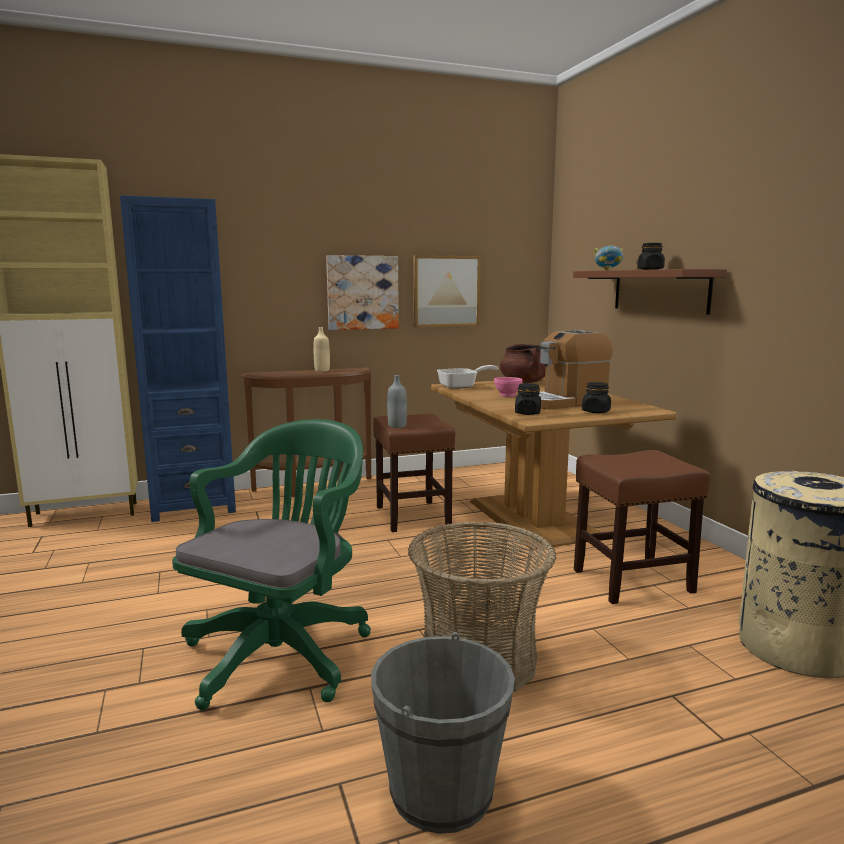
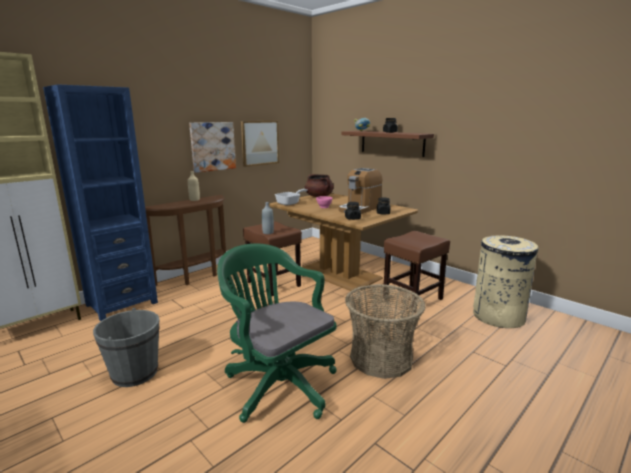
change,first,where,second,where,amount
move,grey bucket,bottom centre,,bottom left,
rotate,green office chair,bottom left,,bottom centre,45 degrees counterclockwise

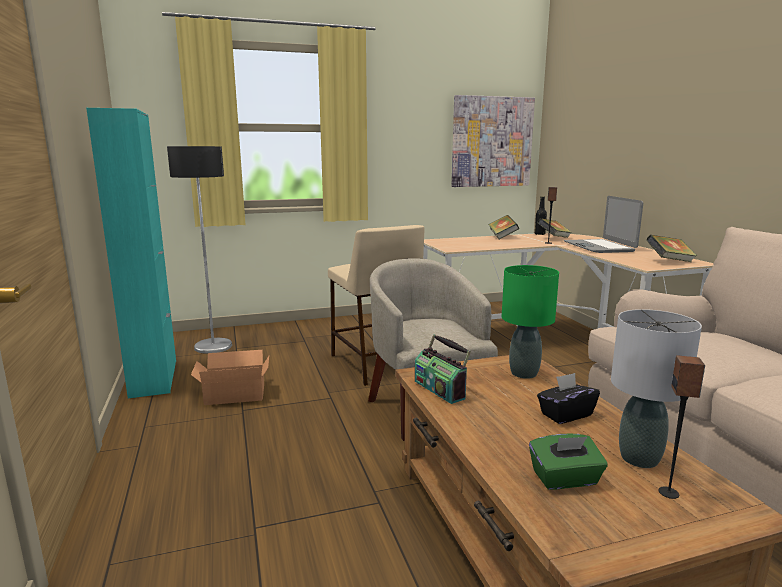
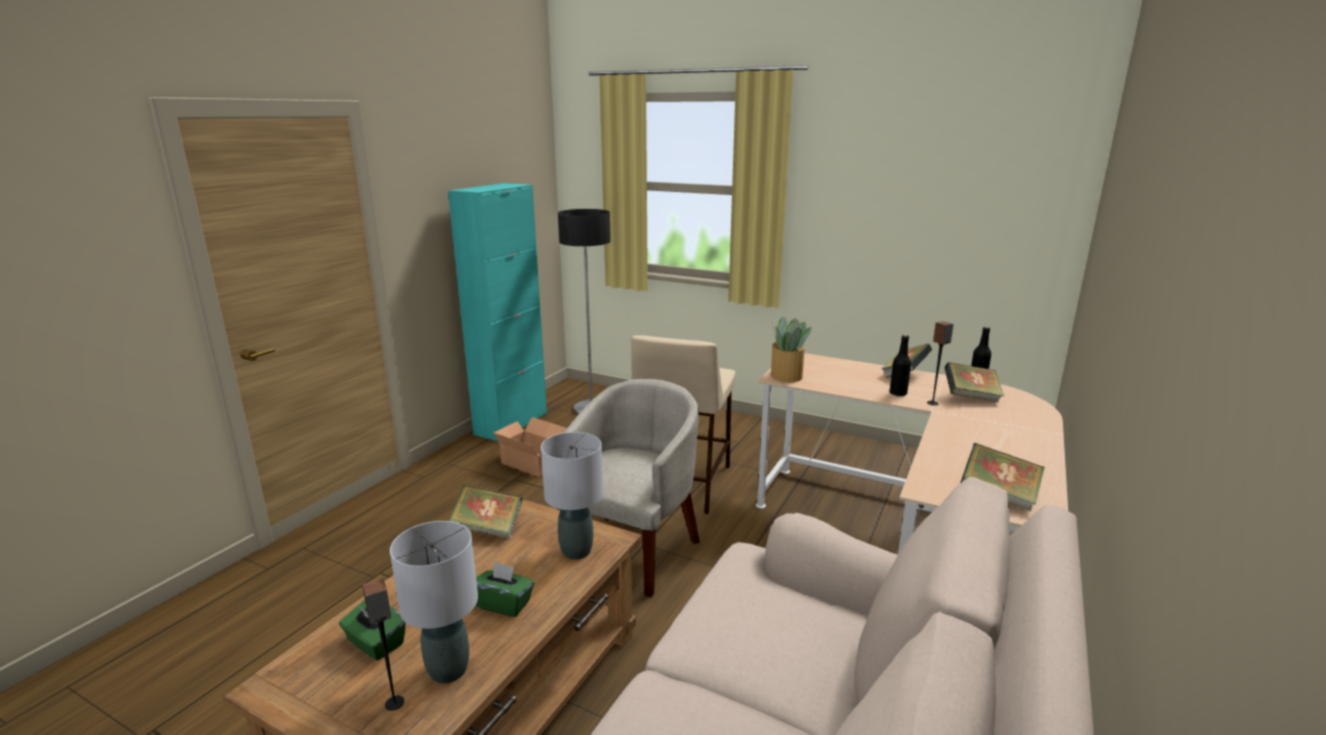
change,first,where,second,where,amount
replace,radio,centre,book (1st from left),bottom centre,
recolor,black tissue box,bottom right,green tissue box (2nd from left),bottom centre,
recolor,green table lamp,middle right,grey table lamp (2nd from left),bottom centre,
insert,,,potted plant,centre,
insert,,,black bottle (1st from left),middle right,
delete,picture,top centre,,,
delete,laptop,middle right,,,

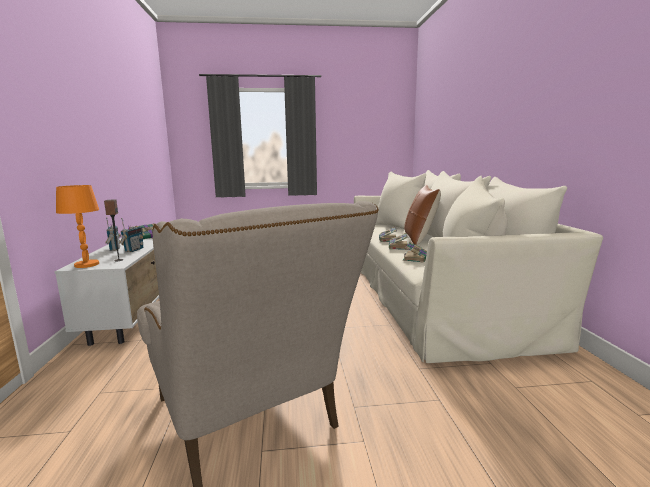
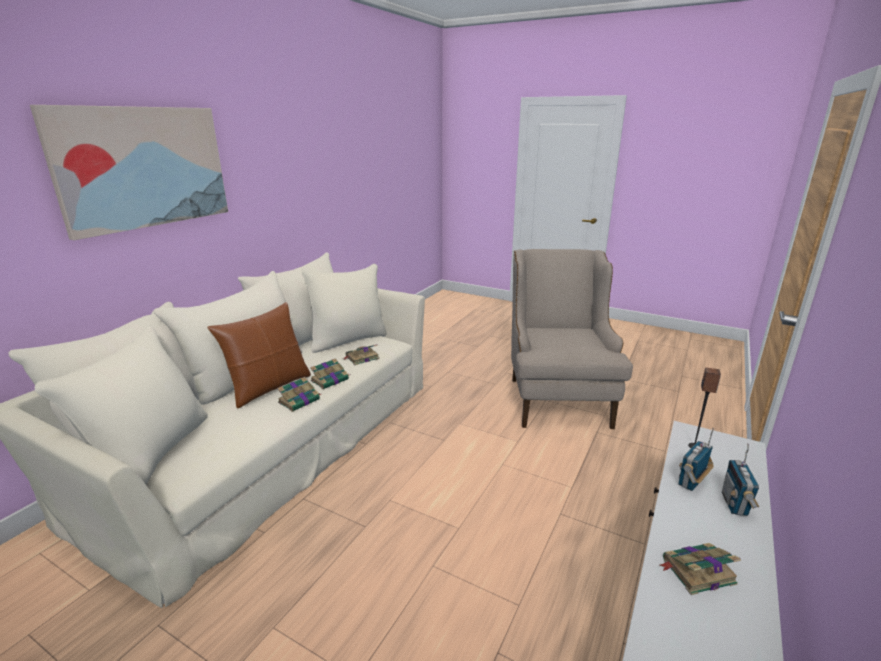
change,first,where,second,where,amount
insert,,,picture,top left,
delete,orange table lamp,middle left,,,

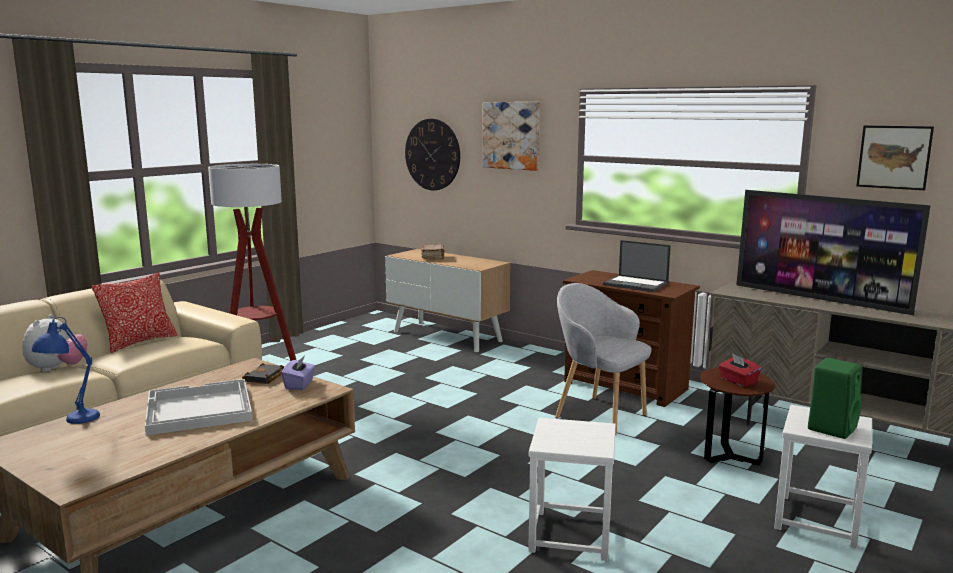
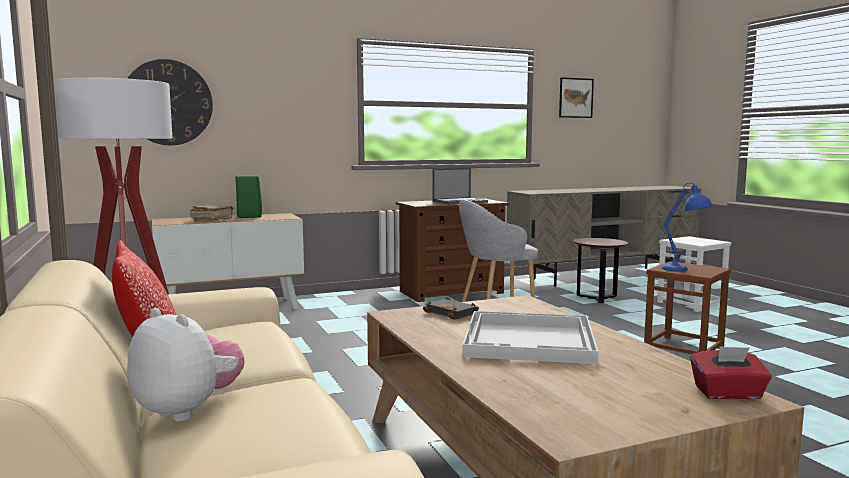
change,first,where,second,where,amount
move,green speaker,bottom right,,middle left,
recolor,white stool (1st from left),bottom centre,brown stool,middle right,
move,blue table lamp,middle left,,middle right,
move,red tissue box,middle right,,bottom right,
delete,purple tissue box,middle left,,,
delete,picture (1st from left),top centre,,,
delete,television,middle right,,,

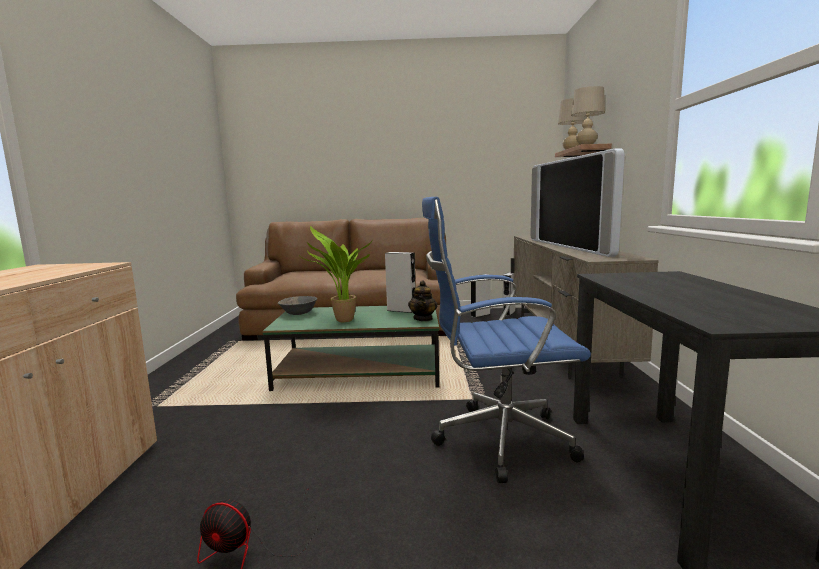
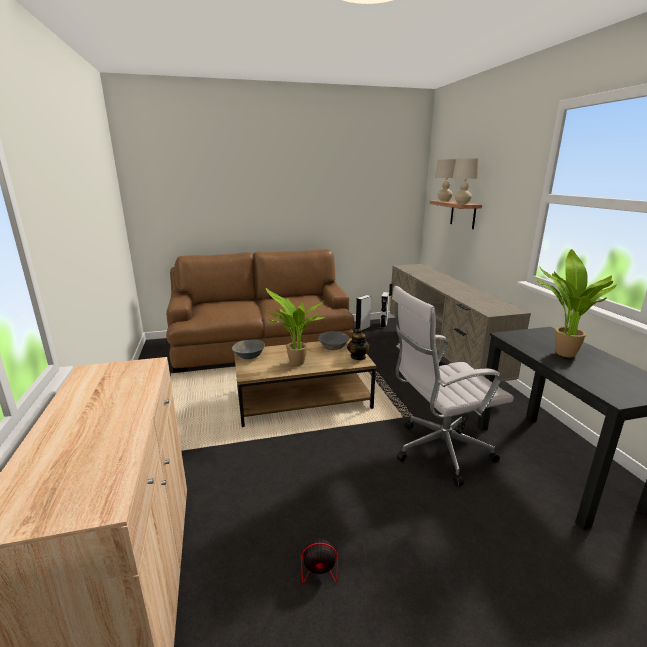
change,first,where,second,where,amount
recolor,green coffee table,centre,brown coffee table,centre,
replace,grey speaker (1st from left),centre,grey bowl (2nd from left),centre,
recolor,blue office chair,centre,white office chair,middle right,
insert,,,potted plant (2nd from left),middle right,
delete,television,middle right,,,

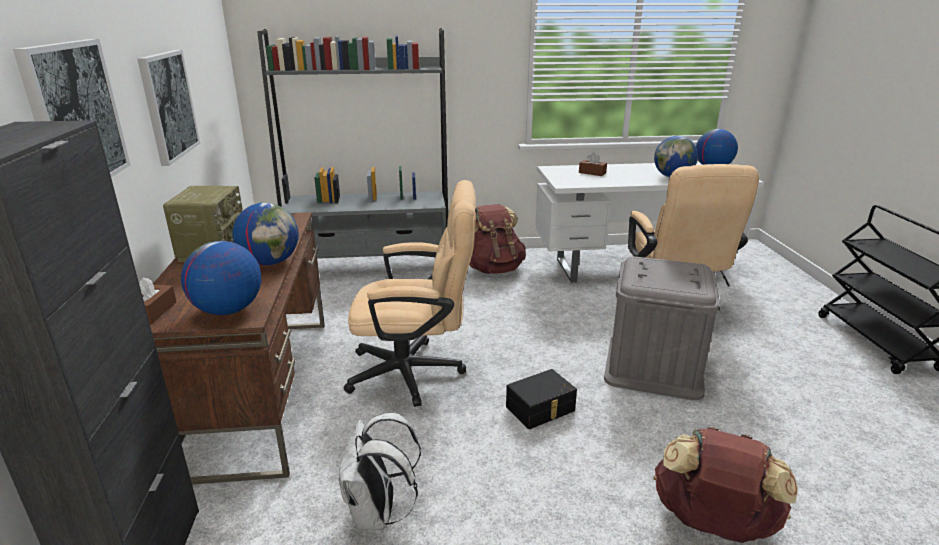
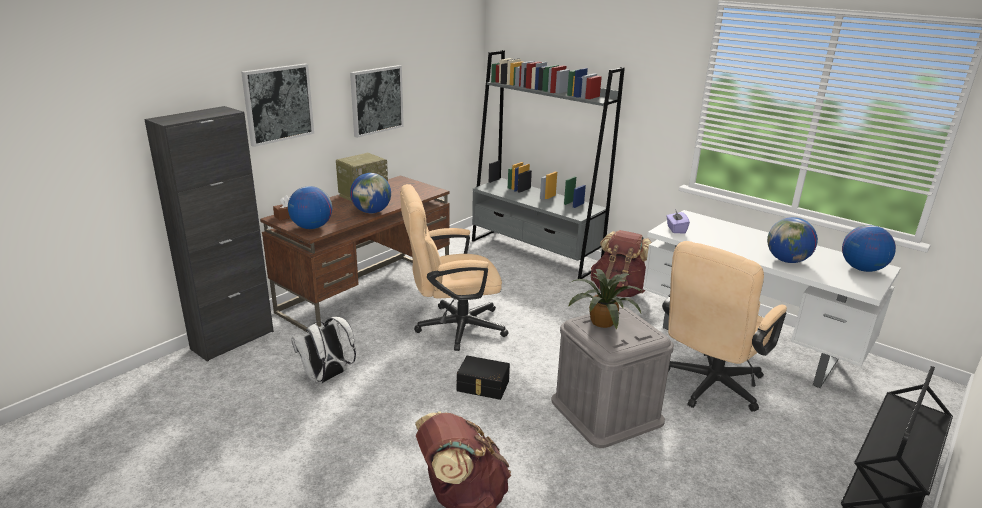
change,first,where,second,where,amount
rotate,beige office chair (1st from left),centre,,centre,120 degrees clockwise
insert,,,potted plant,centre,
insert,,,purple tissue box,middle right,
delete,brown tissue box (2nd from left),top centre,,,

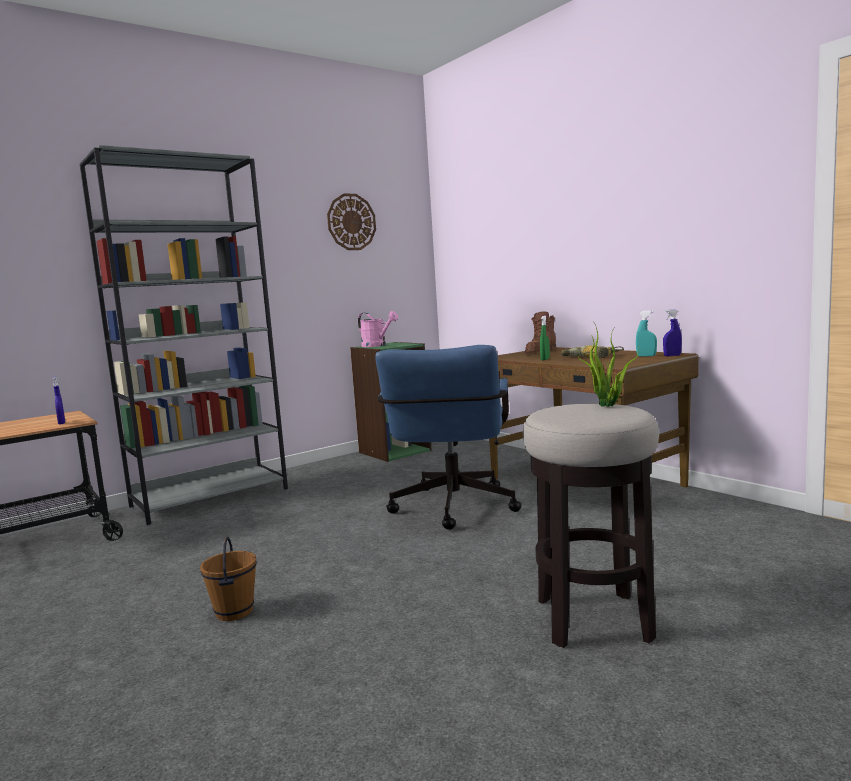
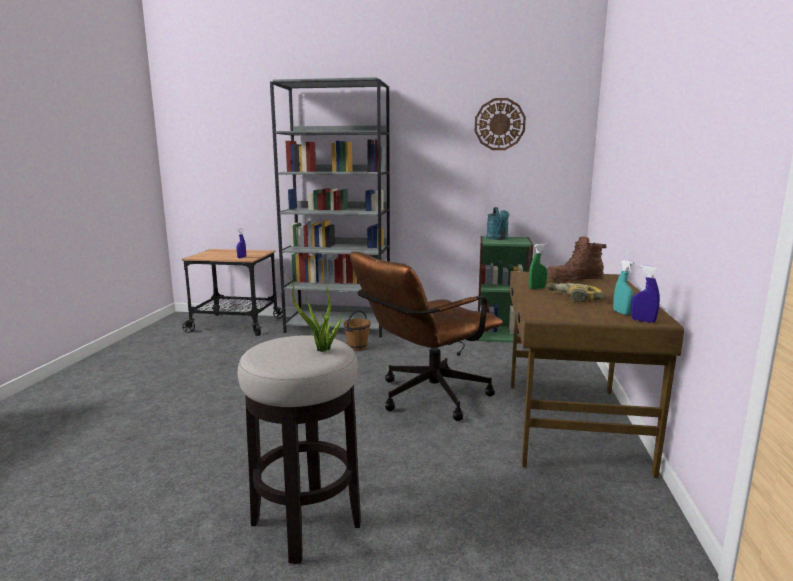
change,first,where,second,where,amount
move,brown bucket,bottom left,,centre,
recolor,blue office chair,centre,brown office chair,centre,
recolor,pink watering can,centre,turquoise watering can,centre,

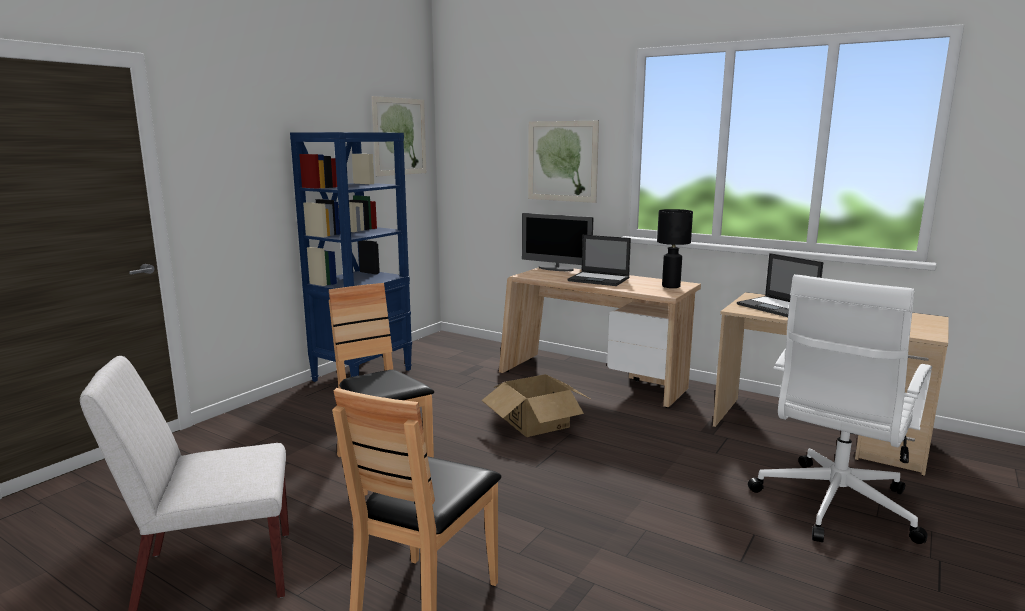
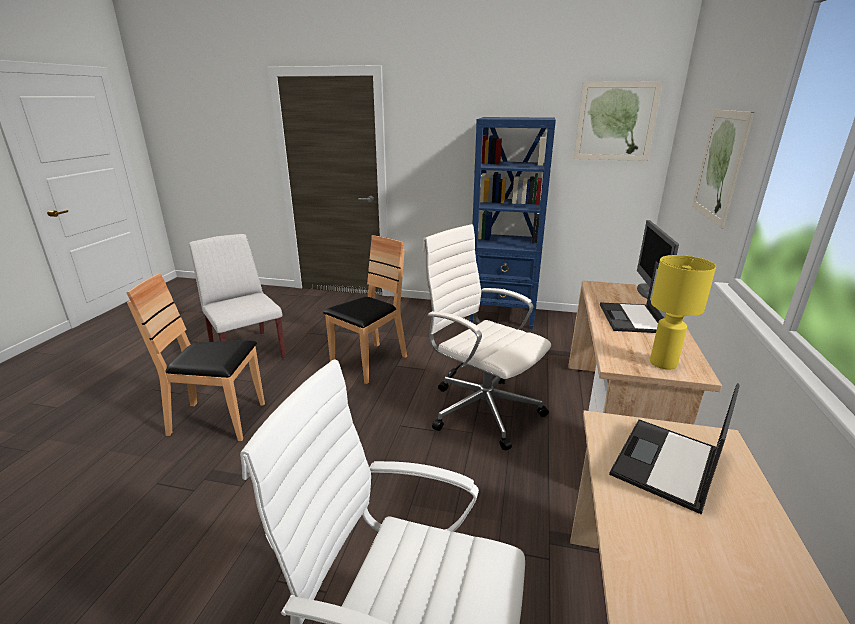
change,first,where,second,where,amount
replace,cardboard box,centre,white office chair (2nd from left),centre,
recolor,black table lamp,centre,yellow table lamp,middle right,

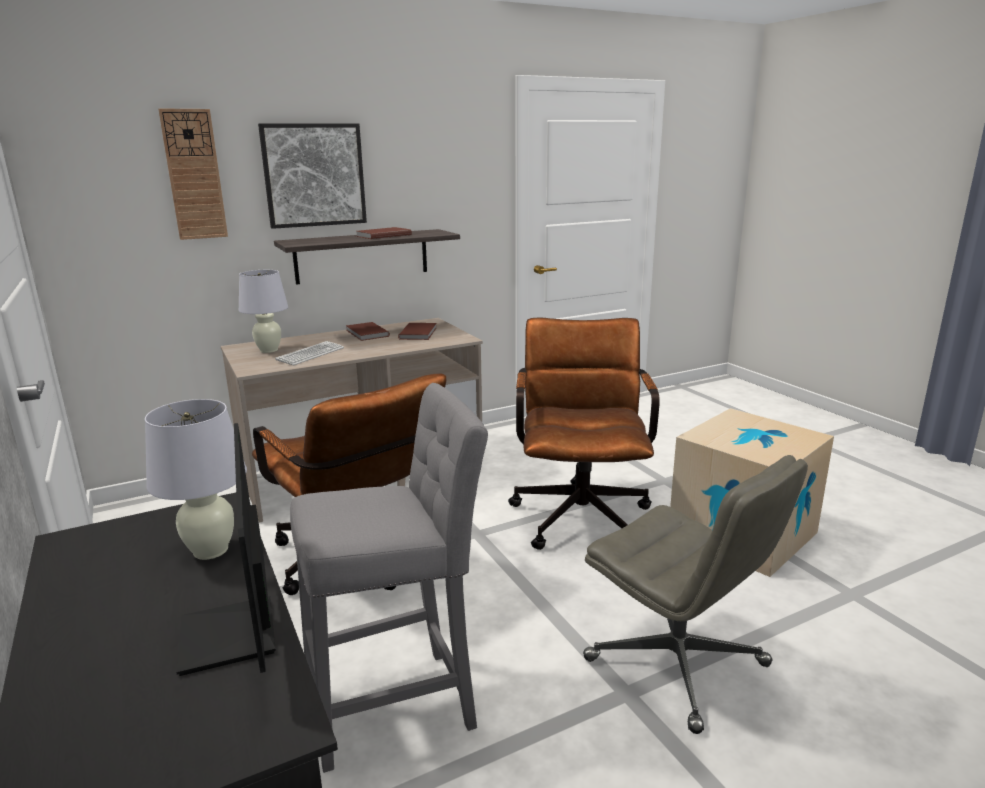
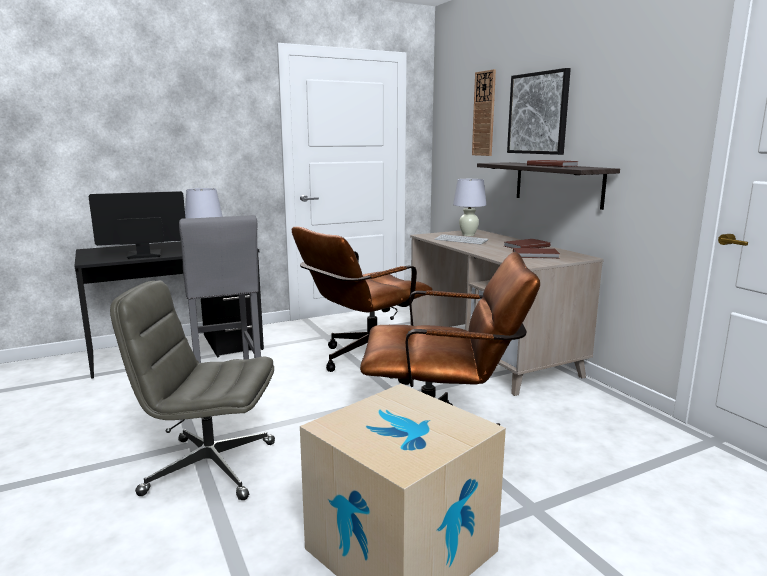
change,first,where,second,where,amount
rotate,grey office chair,bottom right,,bottom left,45 degrees clockwise

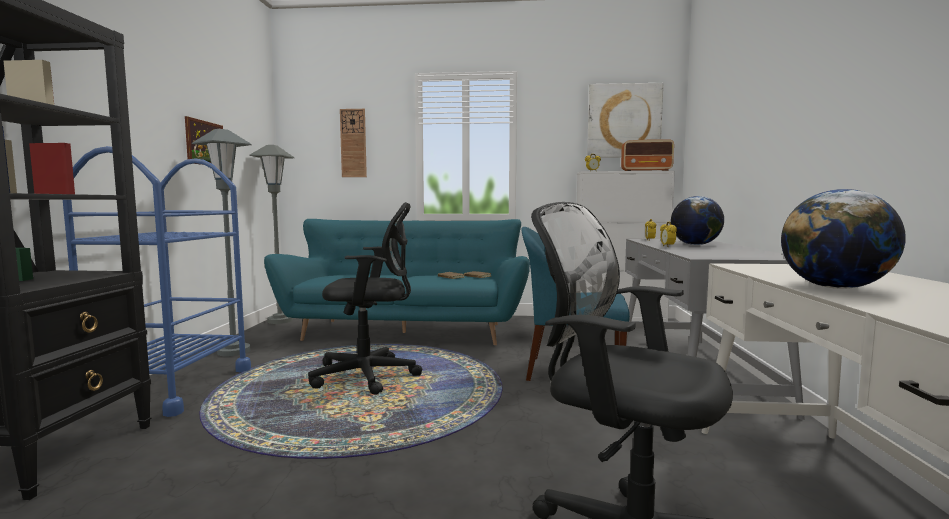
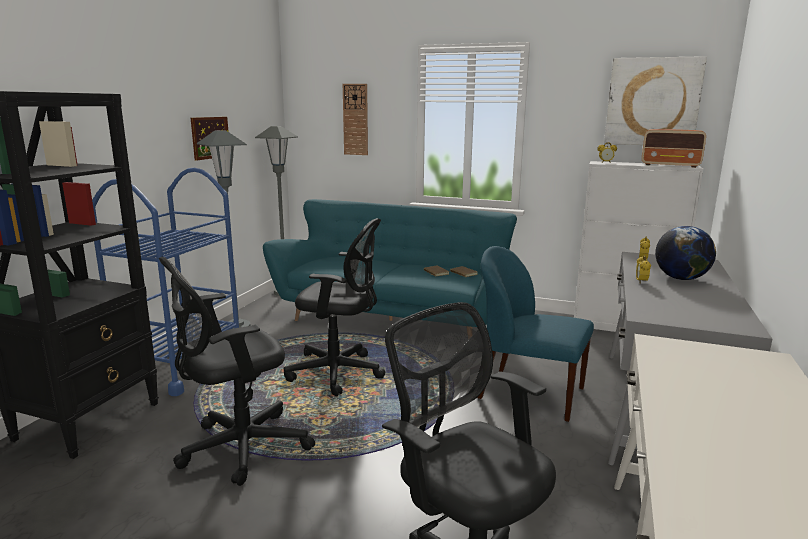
change,first,where,second,where,amount
insert,,,black office chair (1st from left),bottom left,
delete,globe (2nd from left),middle right,,,

